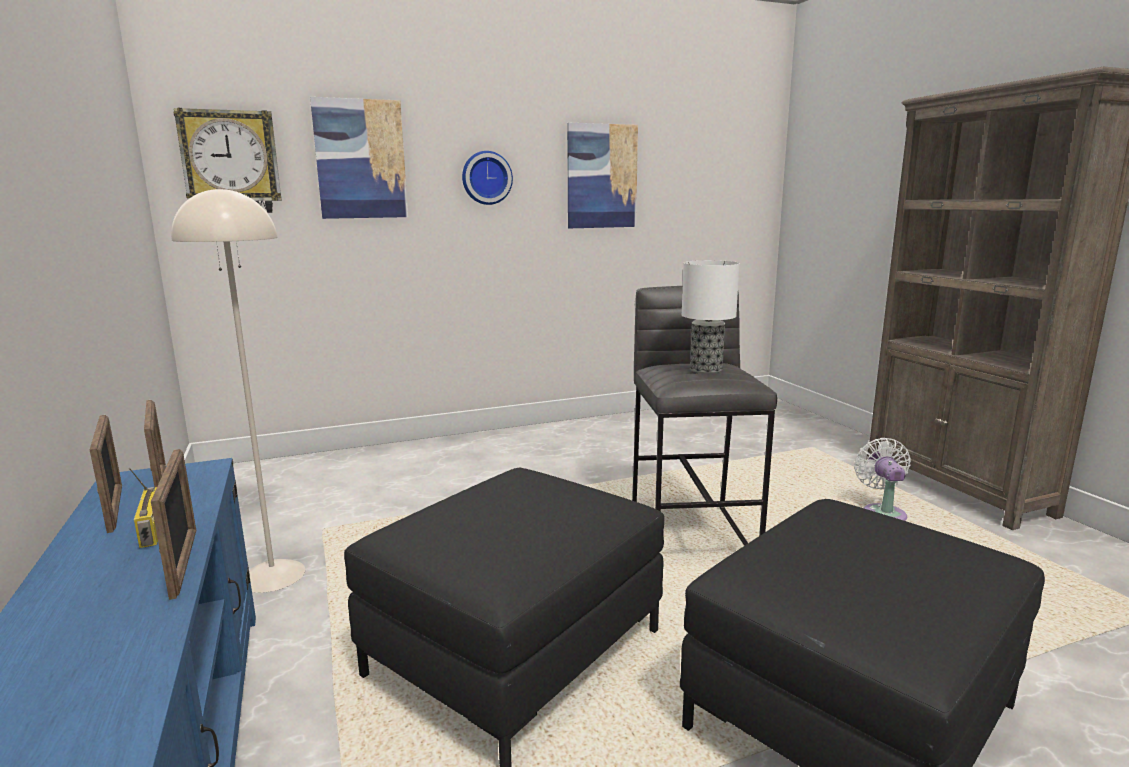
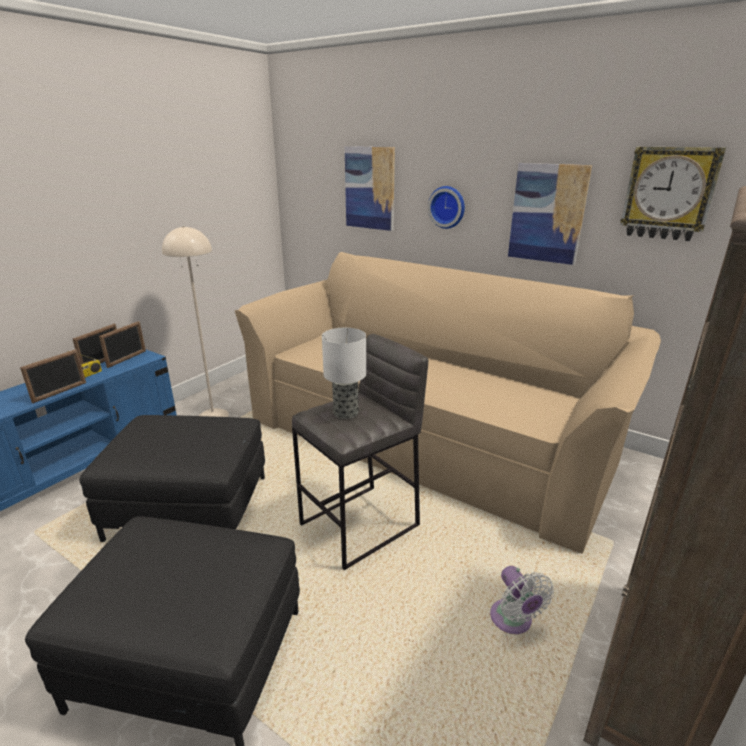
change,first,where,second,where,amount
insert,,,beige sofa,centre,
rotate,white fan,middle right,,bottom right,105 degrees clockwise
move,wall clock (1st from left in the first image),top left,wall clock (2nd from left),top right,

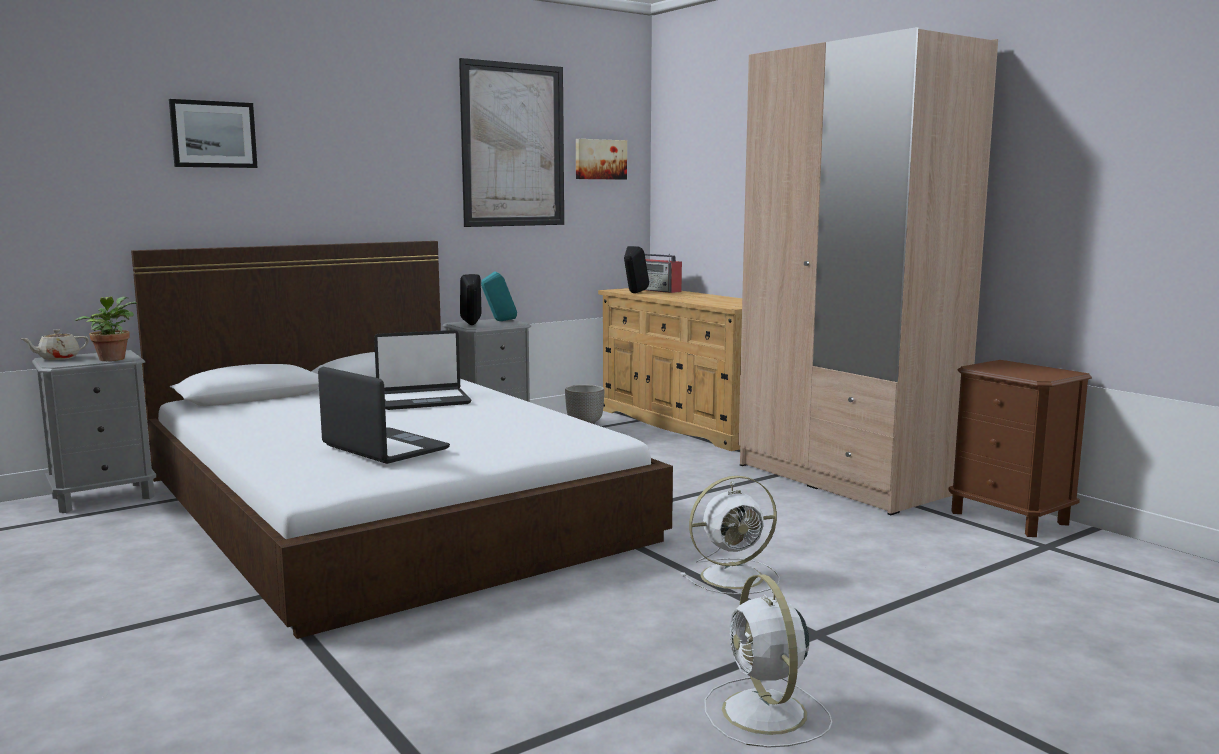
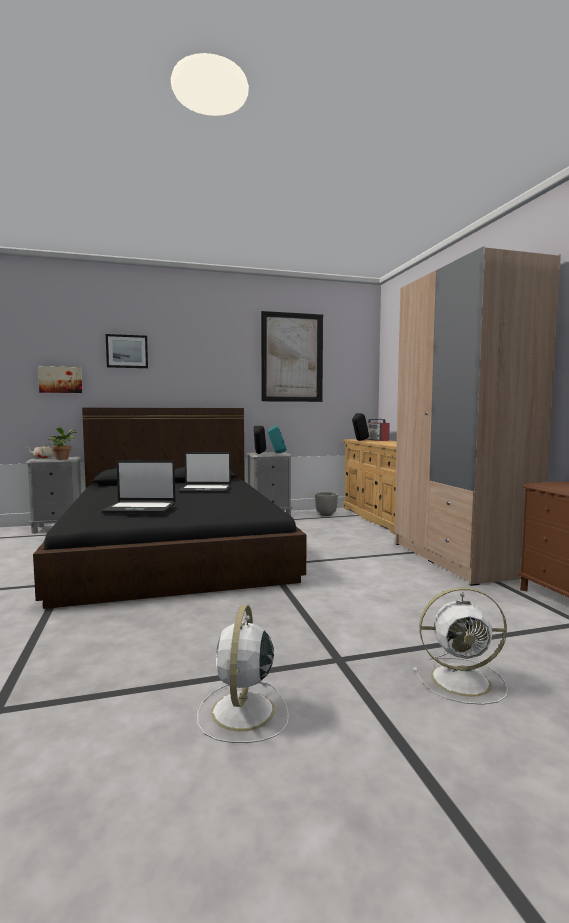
change,first,where,second,where,amount
recolor,white bed,middle left,black bed,middle left,
move,picture (3rd from left in the first image),top centre,picture (1st from left),middle left,
rotate,laptop (1st from left),middle left,,middle left,120 degrees clockwise
move,white fan (1st from left in the first image),bottom centre,white fan (2nd from left),bottom right,

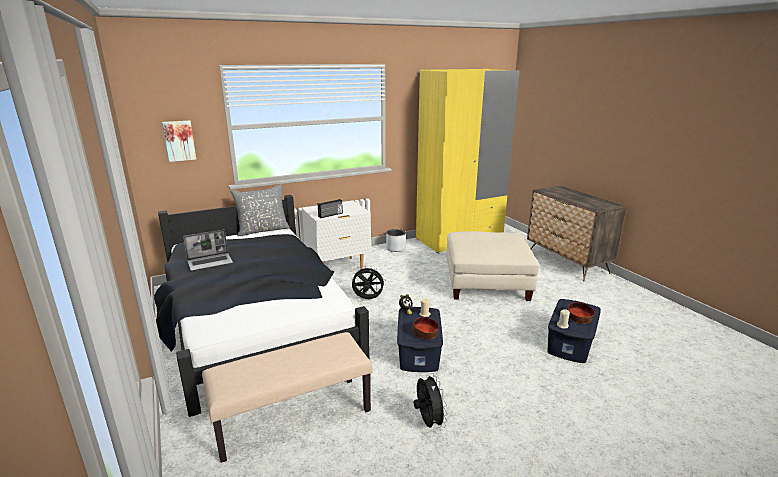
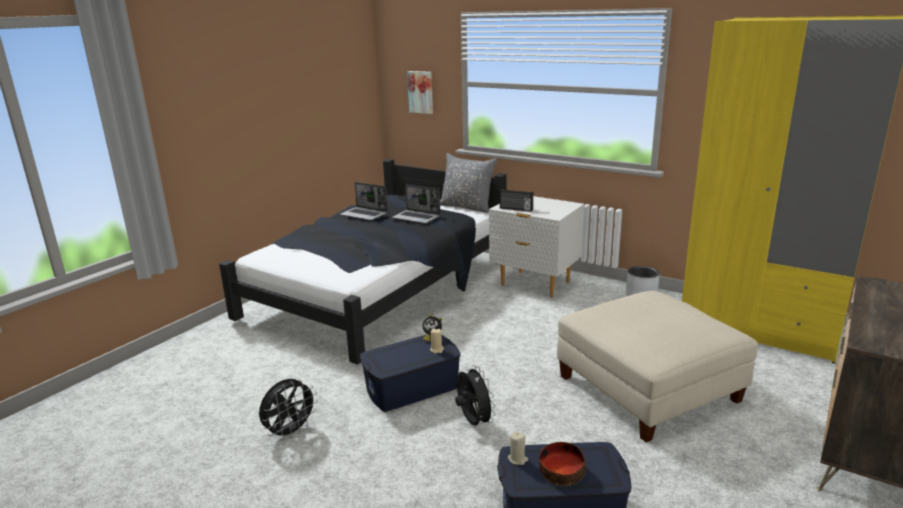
change,first,where,second,where,amount
insert,,,laptop (2nd from left),centre,
move,black fan (1st from left in the first image),centre,black fan (2nd from left),bottom centre,
delete,beige bench,bottom centre,,,
delete,bowl (1st from left),bottom centre,,,

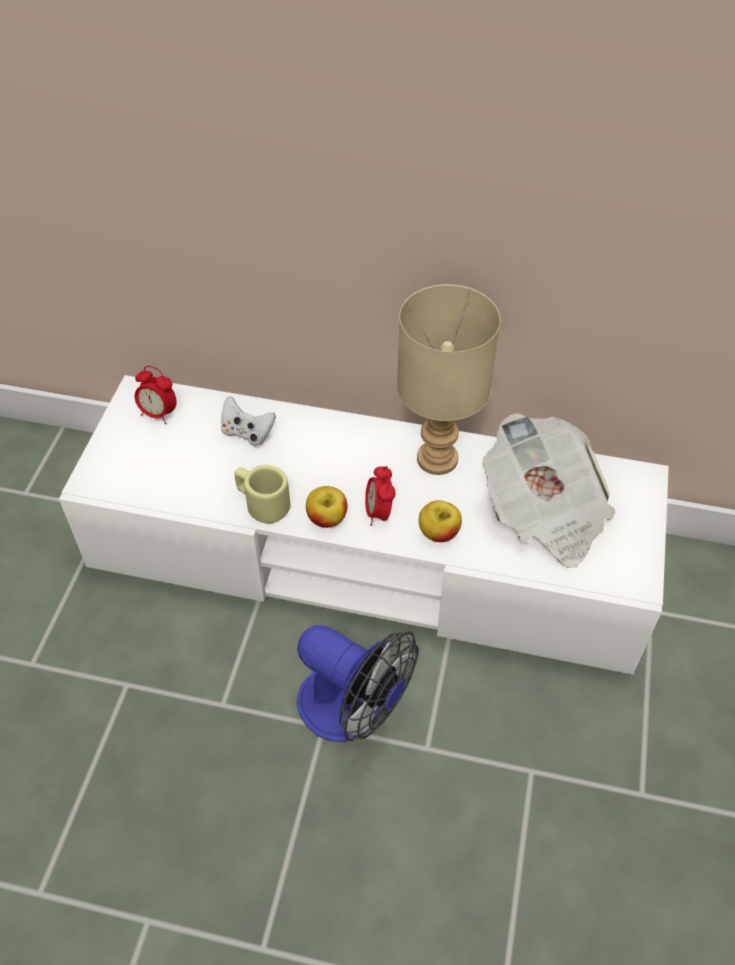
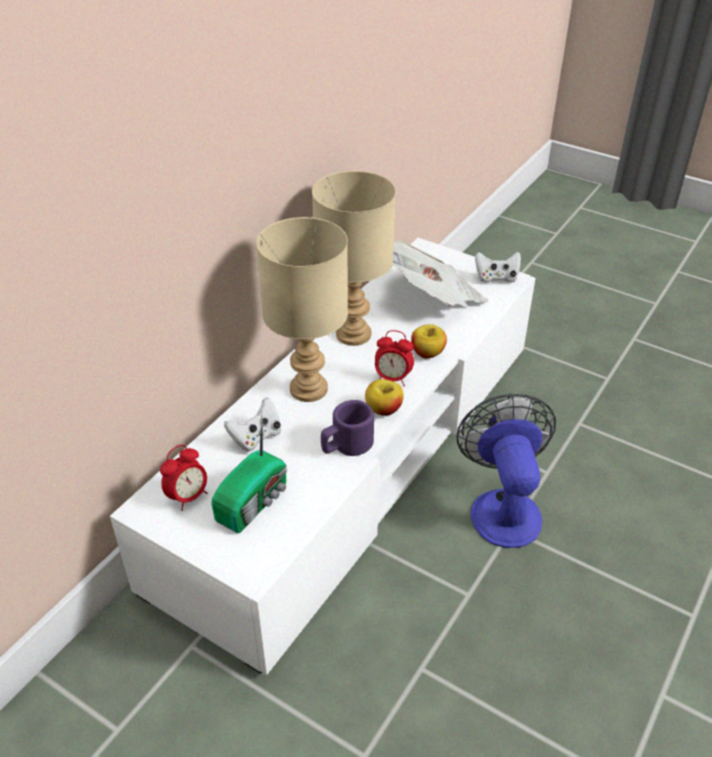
change,first,where,second,where,amount
insert,,,radio,centre,
insert,,,beige table lamp (1st from left),centre,
recolor,beige mug,centre,purple mug,centre,
rotate,fan,bottom centre,,middle right,60 degrees counterclockwise
insert,,,white game controller (2nd from left),middle right,

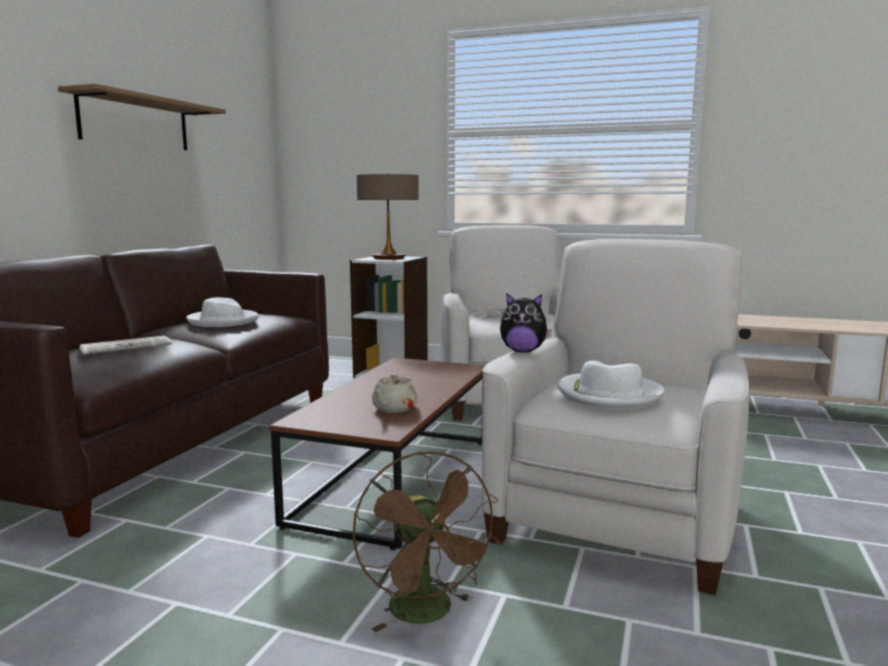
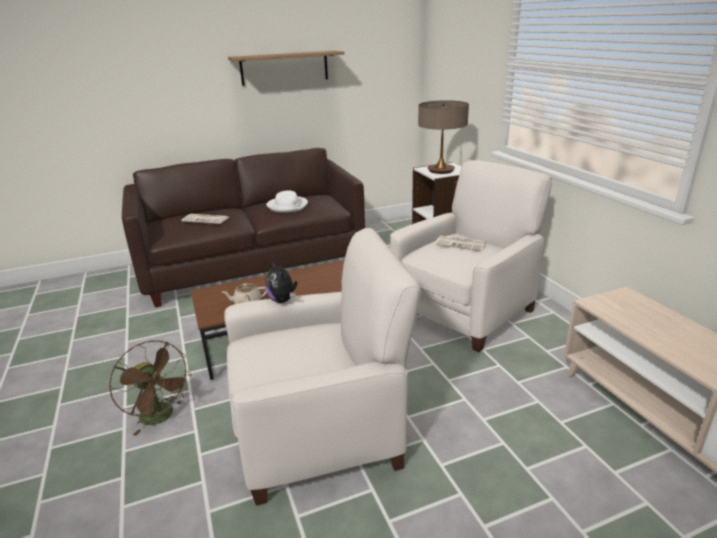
change,first,where,second,where,amount
rotate,brown fan,bottom centre,,bottom left,75 degrees counterclockwise
delete,white hat (2nd from left),middle right,,,

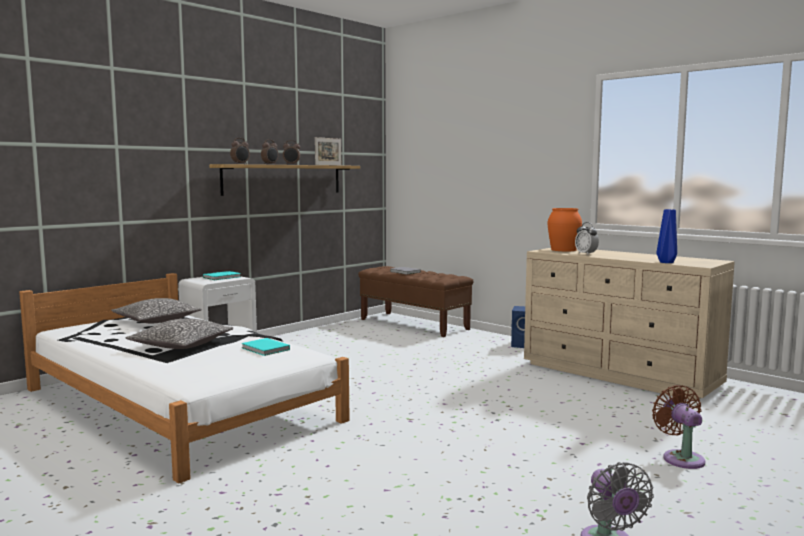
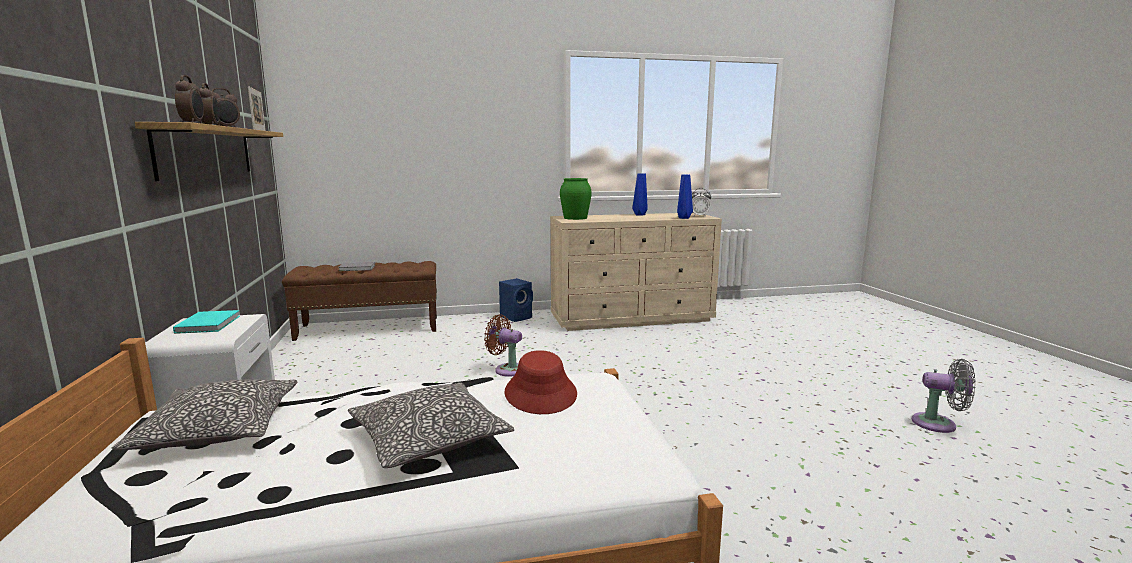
change,first,where,second,where,amount
move,brown fan,bottom right,,centre,
replace,turquoise book (2nd from left),middle left,red hat,bottom centre,
recolor,orange vase,middle right,green vase,centre,
insert,,,blue vase (1st from left),centre,
move,alarm clock (4th from left),middle right,,centre,

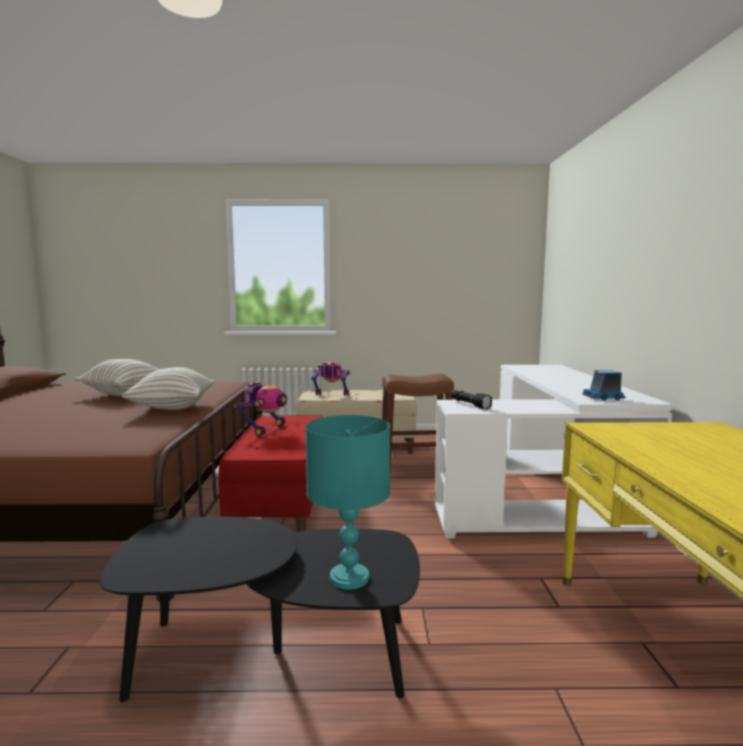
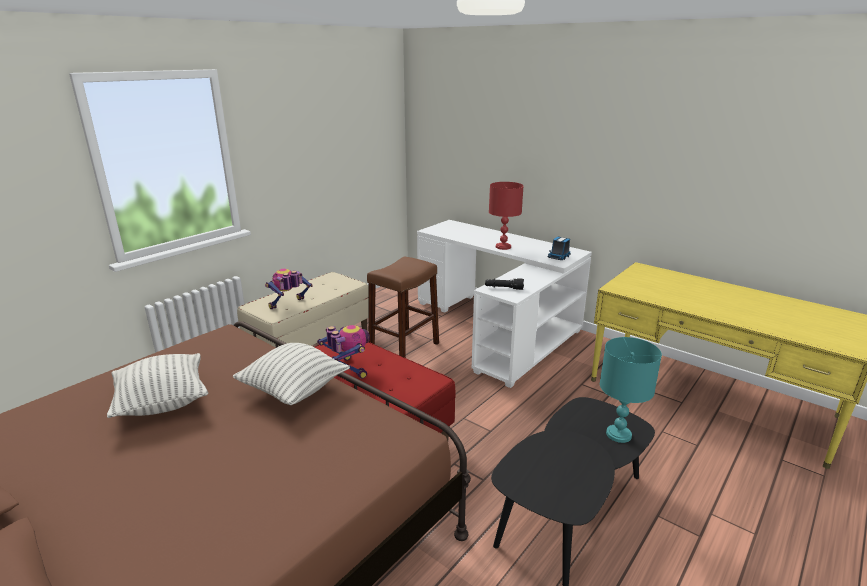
change,first,where,second,where,amount
insert,,,red table lamp,centre,

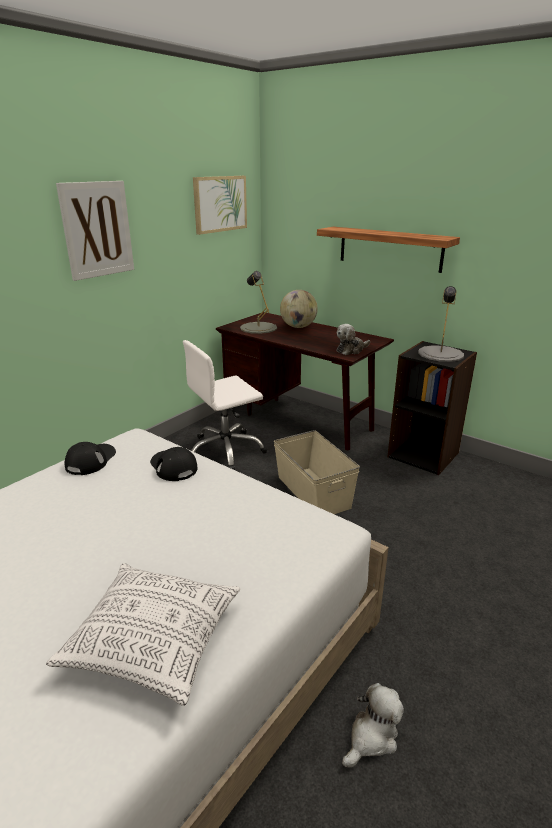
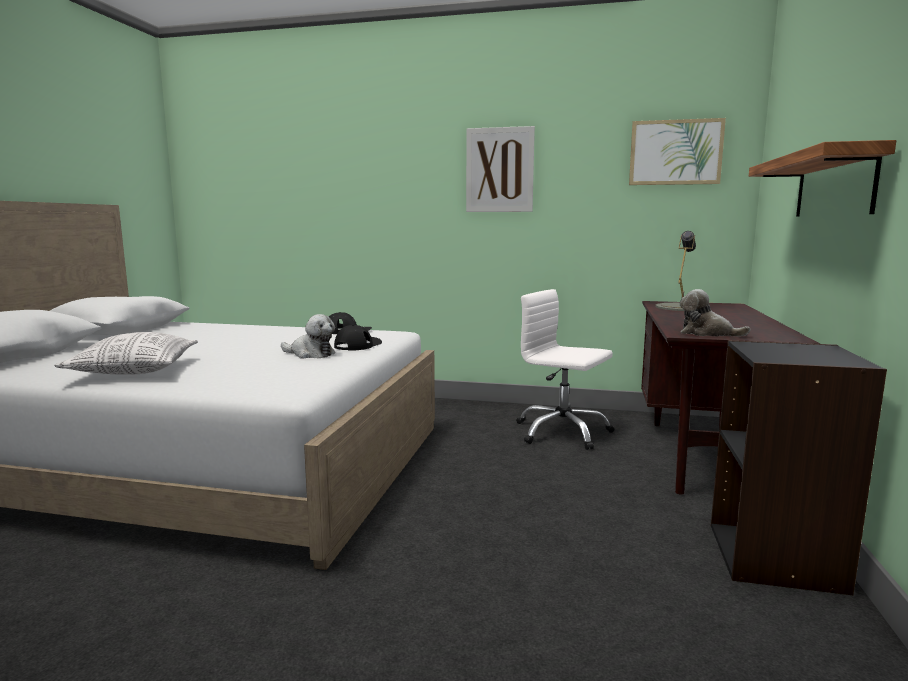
change,first,where,second,where,amount
move,plush toy (2nd from left in the first image),bottom right,plush toy (1st from left),centre,
delete,beige storage box,centre,,,
delete,globe,centre,,,
delete,grey table lamp (2nd from left),middle right,,,

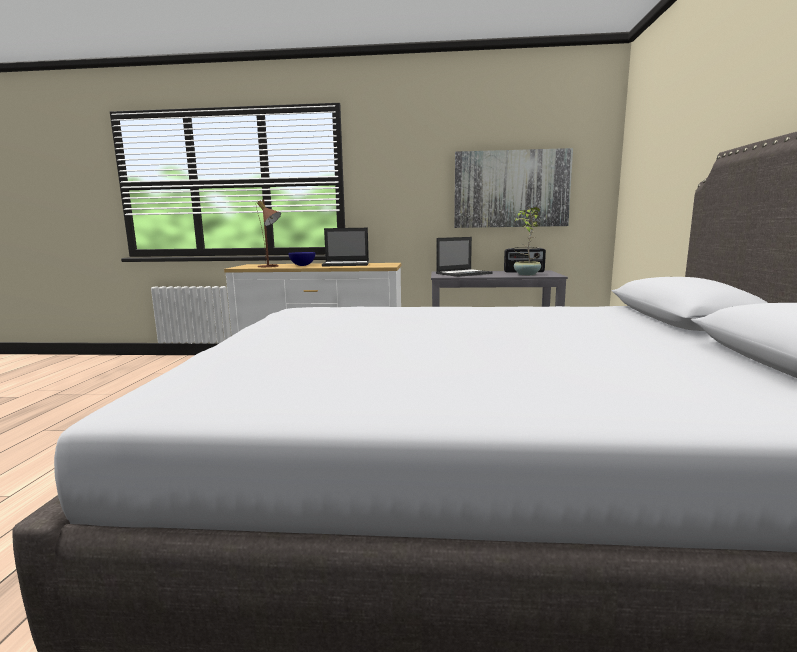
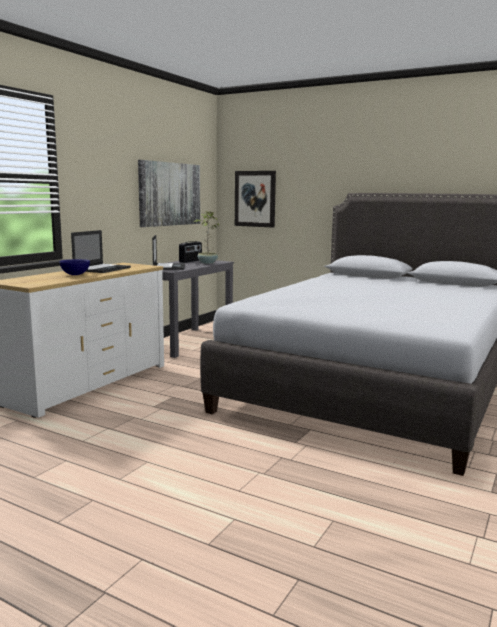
change,first,where,second,where,amount
insert,,,picture (2nd from left),top centre,
delete,brown table lamp,centre,,,

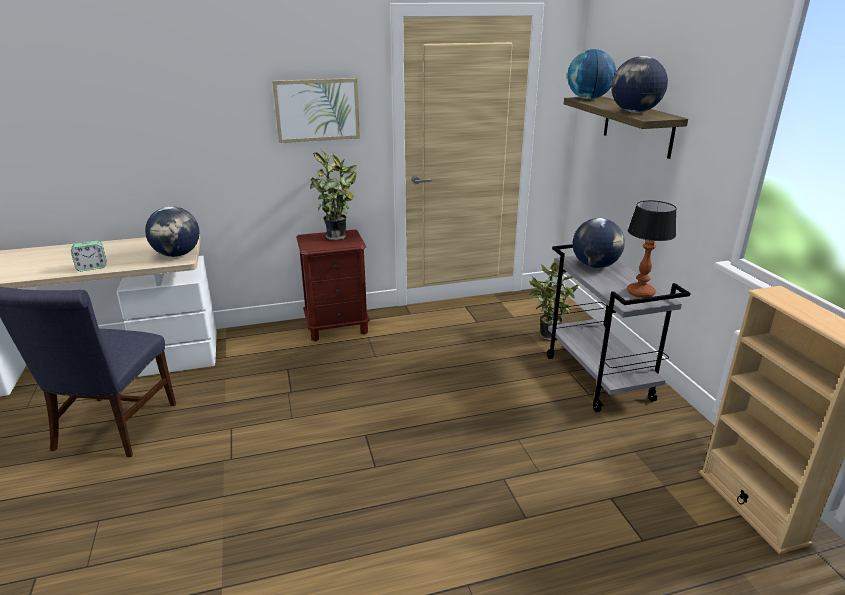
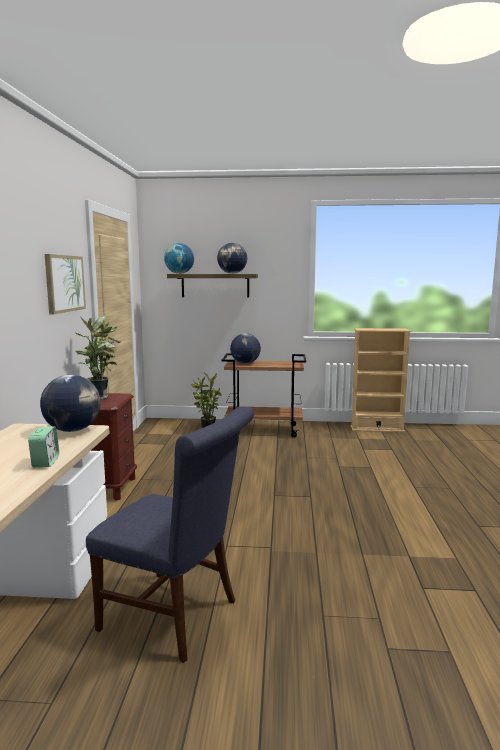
change,first,where,second,where,amount
recolor,grey cart,middle right,brown cart,centre,
delete,table lamp,middle right,,,

